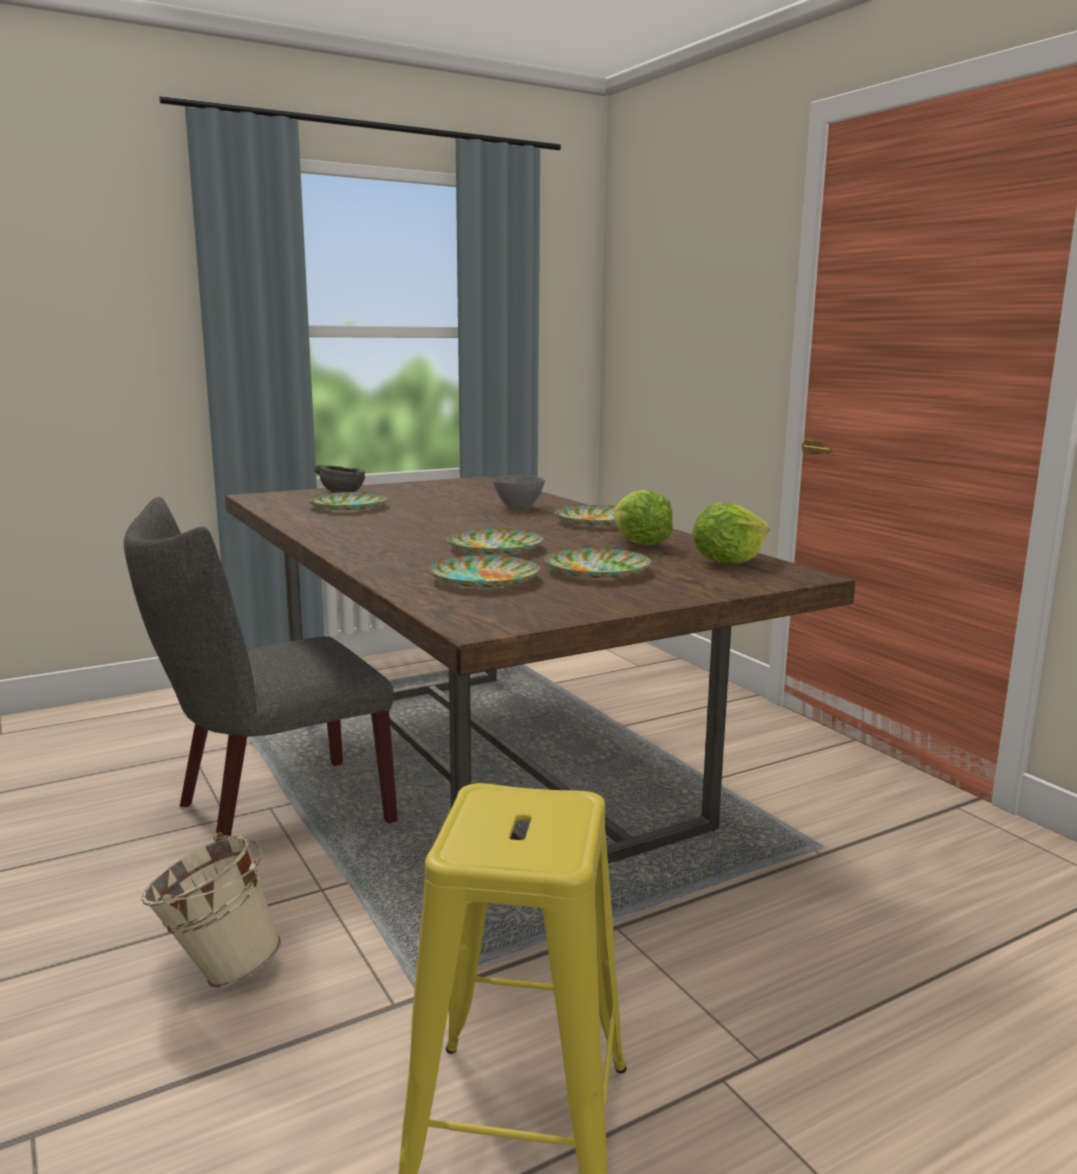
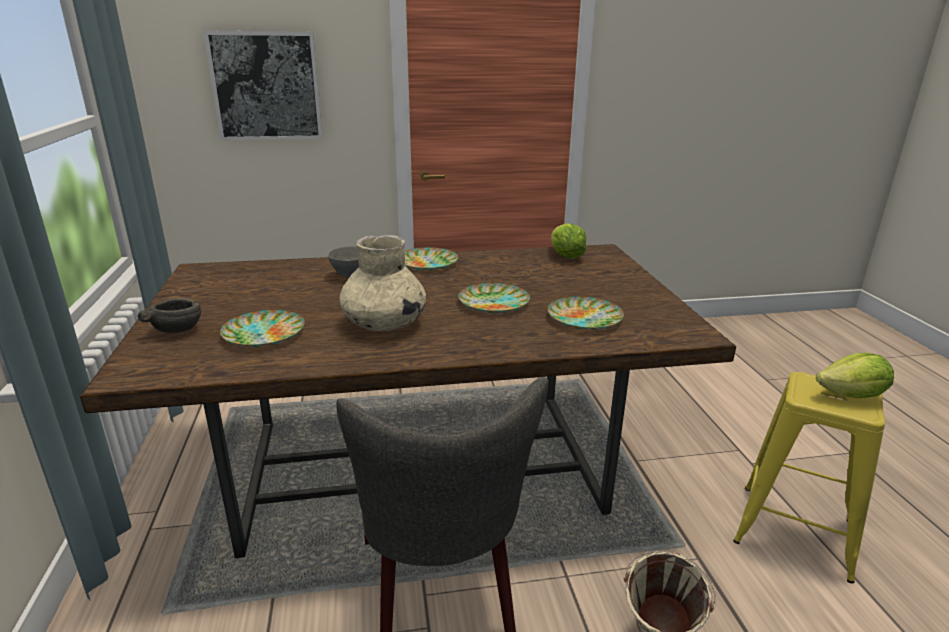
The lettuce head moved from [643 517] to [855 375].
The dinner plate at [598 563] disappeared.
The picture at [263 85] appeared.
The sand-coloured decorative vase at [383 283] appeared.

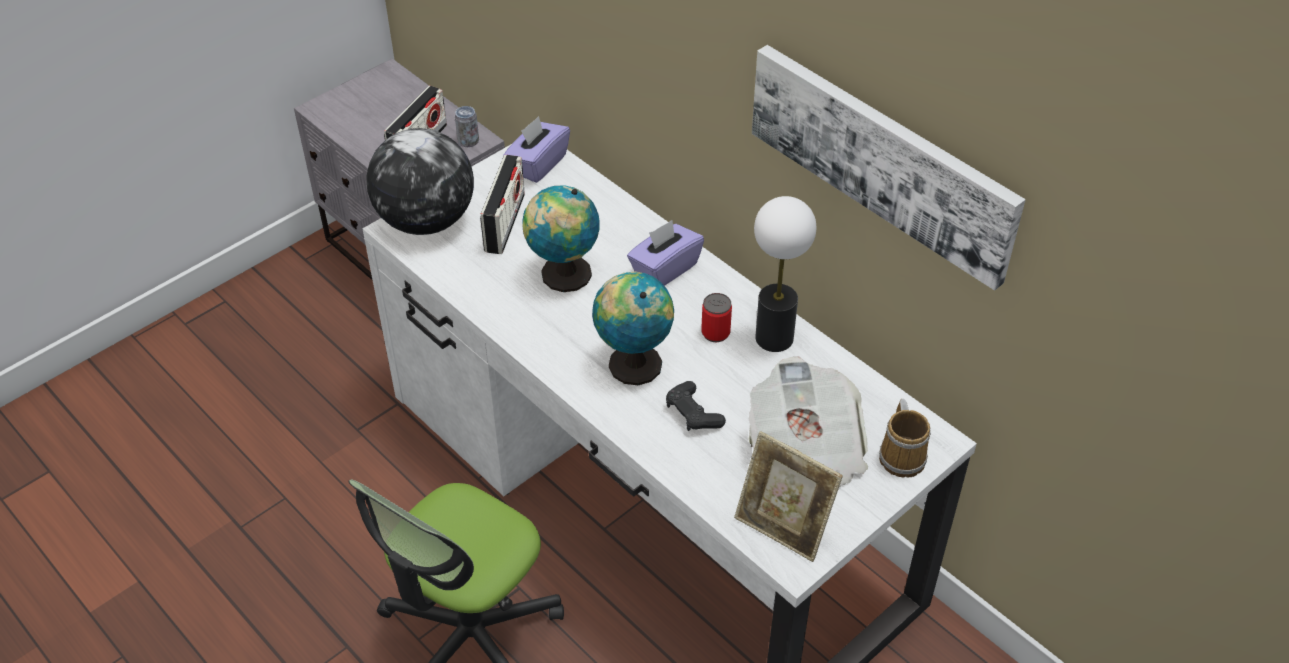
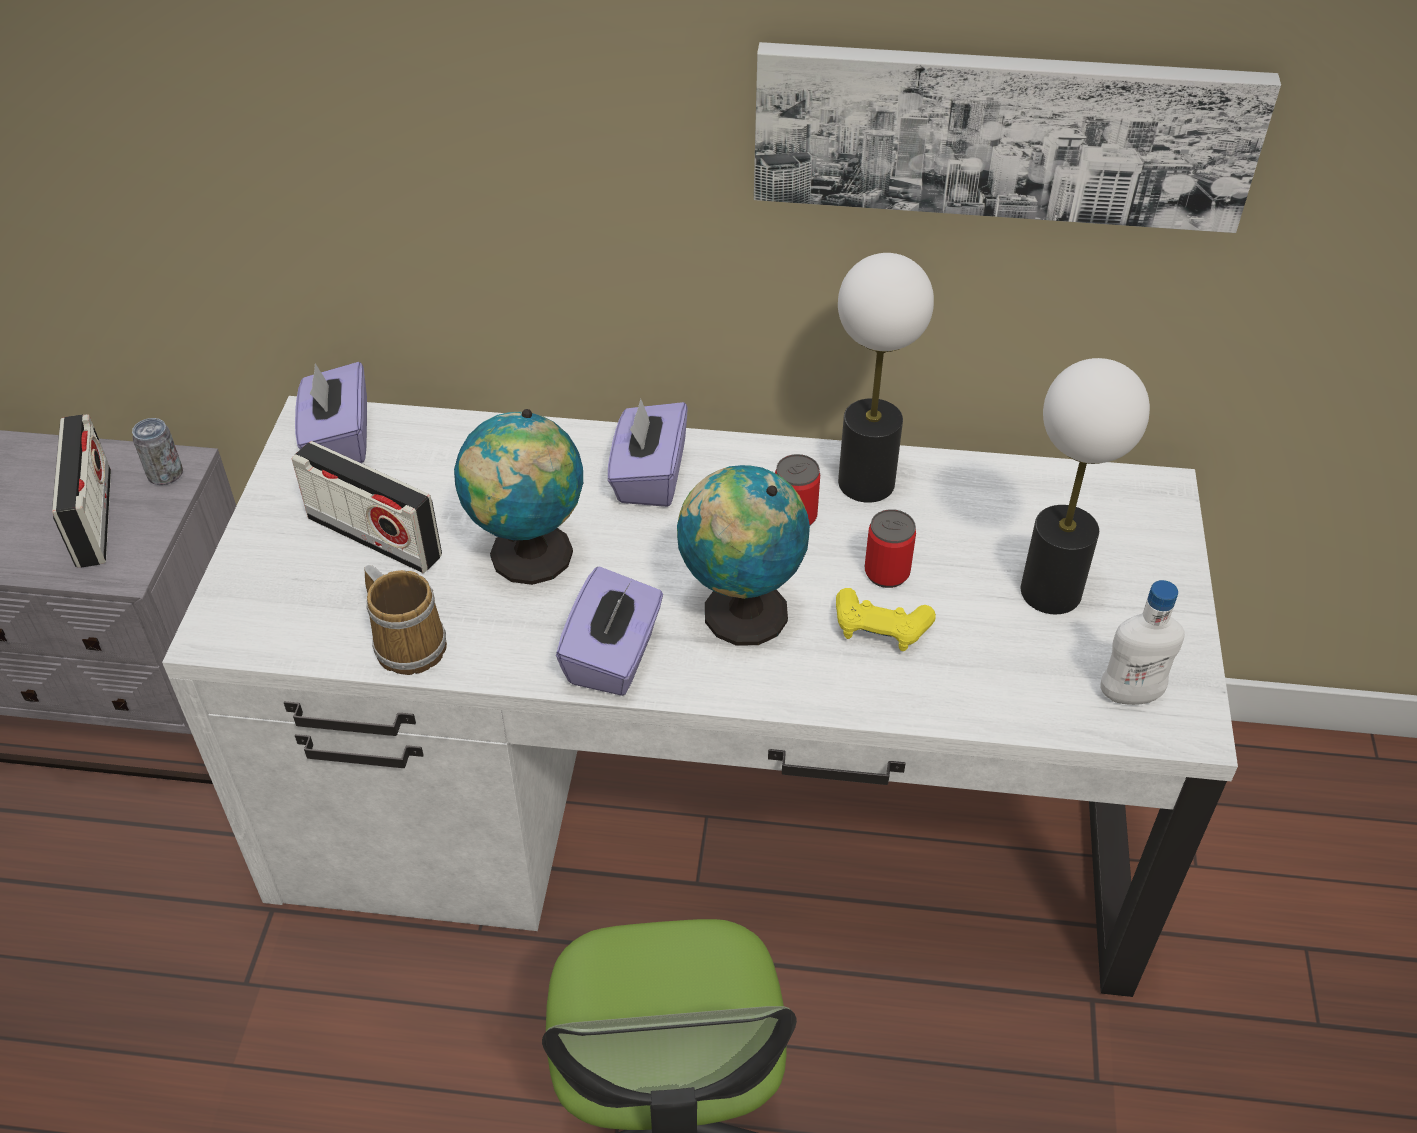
The desk globe at [420 181] disappeared.
The radio set at [502 204] turned 150 degrees clockwise.
The newspaper at [808 421] was replaced by the tabletop lamp at [1085 486].
The blackish gamepad at [696 406] became the yellow gamepad at [886 619].
The coffee mug moved from [905 438] to [405 620].
The picture frame at [788 496] was replaced by the white-coloured drink bottle at [1142 642].
The can at [890 548] appeared.
The purplish tissue box at [609 631] appeared.

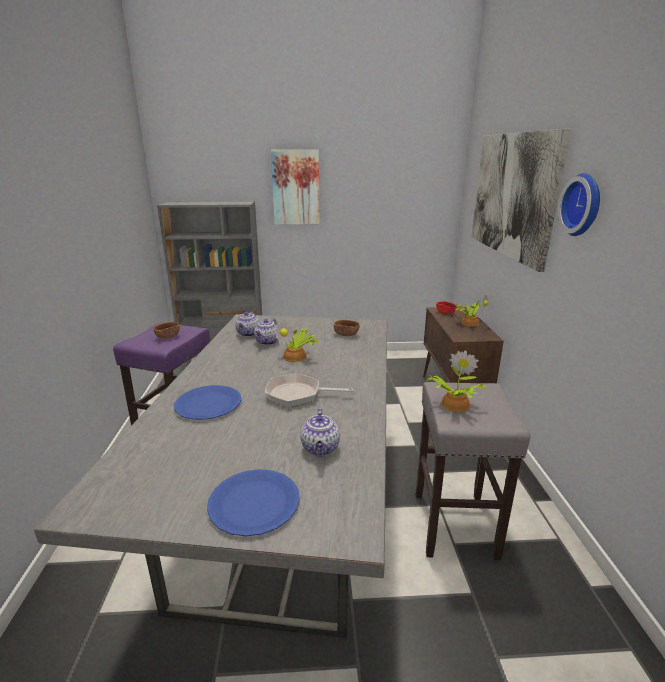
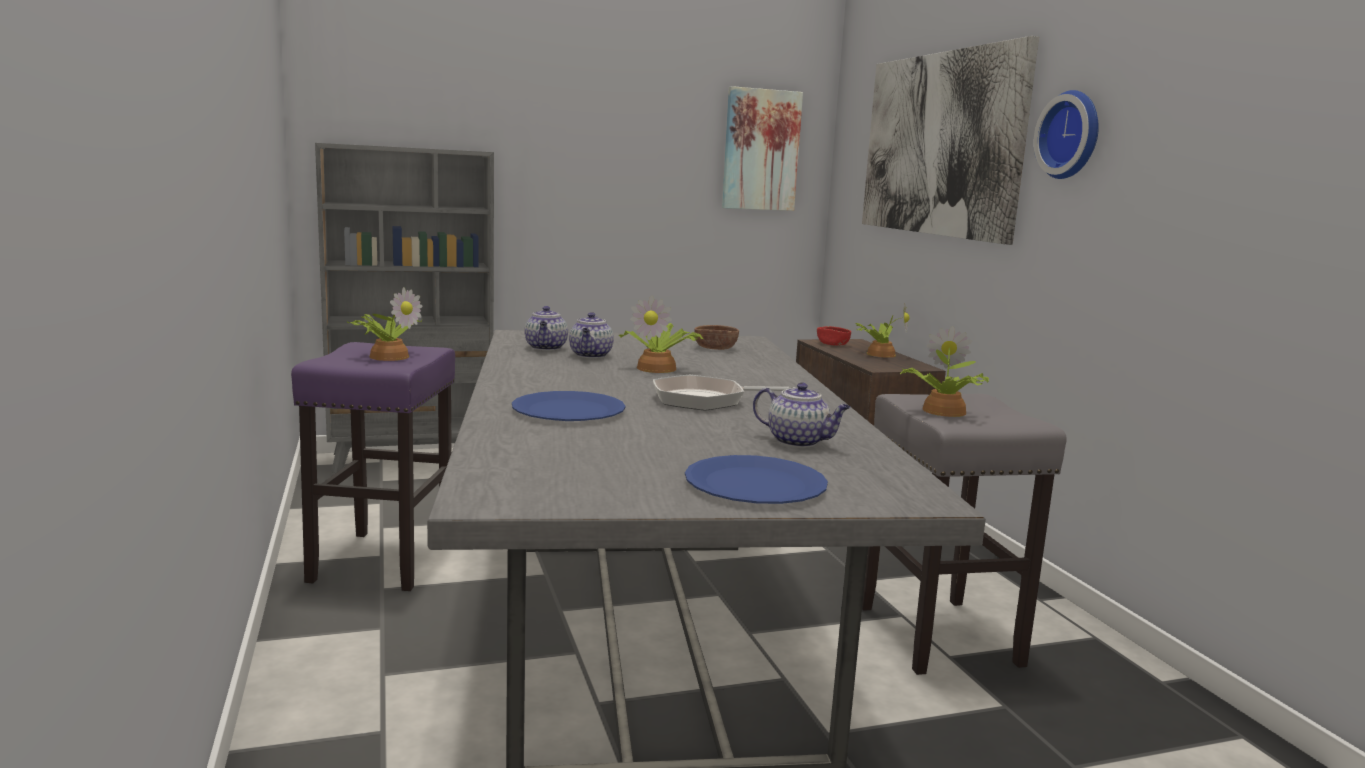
The picture moved from [295 187] to [762 148].
The brown-coloured bowl at [166 330] was replaced by the potted plant at [384 324].
The teapot at [320 432] turned 45 degrees counterclockwise.

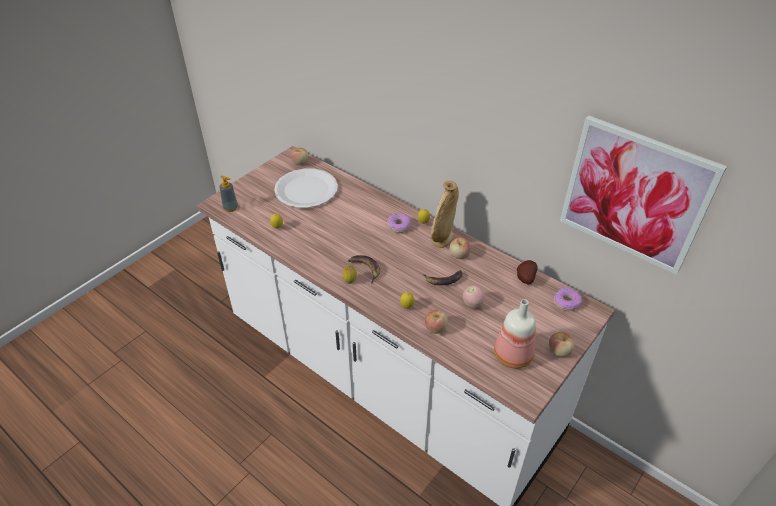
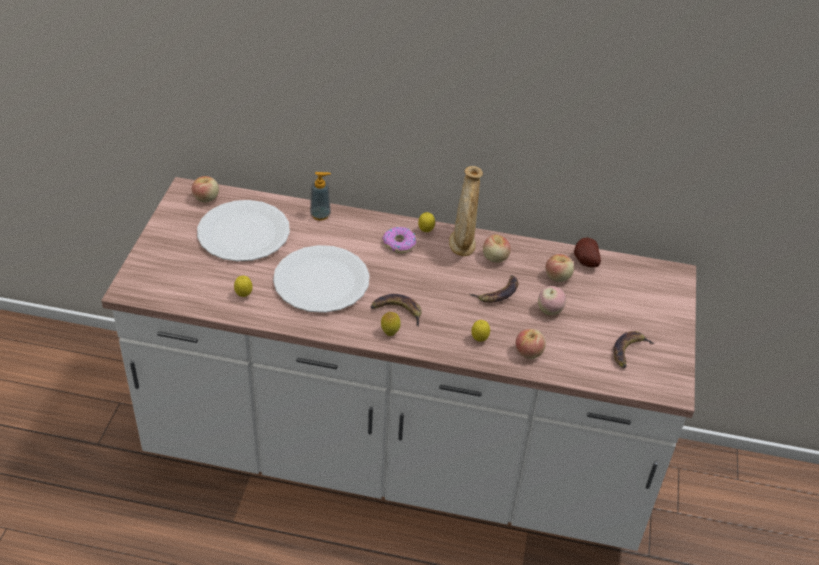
The picture at [643 195] disappeared.
The soap dispenser moved from [228 194] to [320 196].
The doughnut at [568 299] disappeared.
The drink bottle at [515 334] was replaced by the banana fruit at [634 349].
The apple fruit moved from [561 344] to [560 268].
The white-coloured dinner plate at [321 279] appeared.

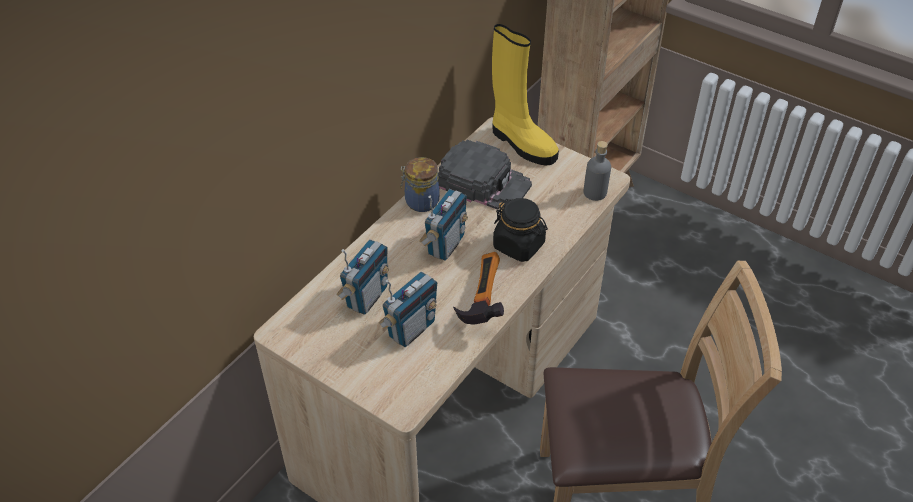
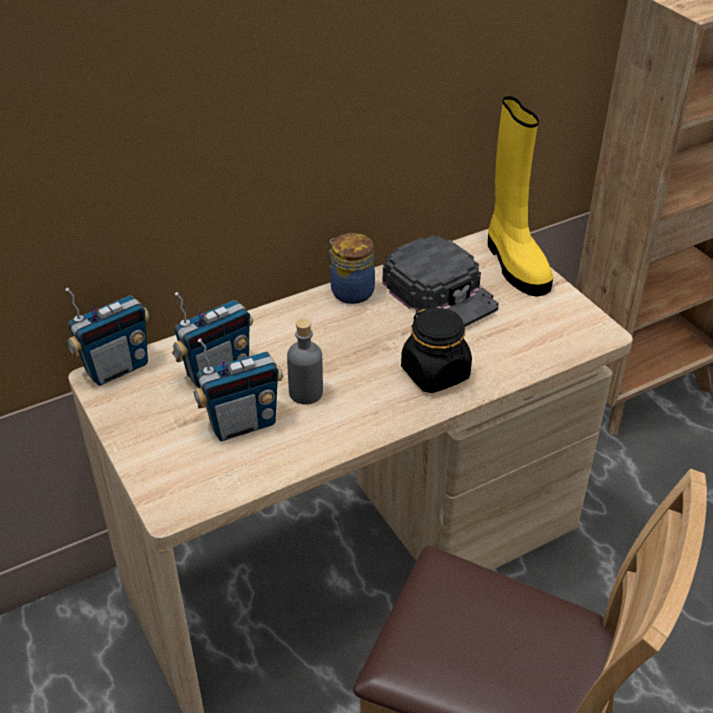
The gray drink bottle moved from [597 171] to [305 361].
The radio set moved from [443 225] to [108 337].
The hand hammer at [478 288] disappeared.

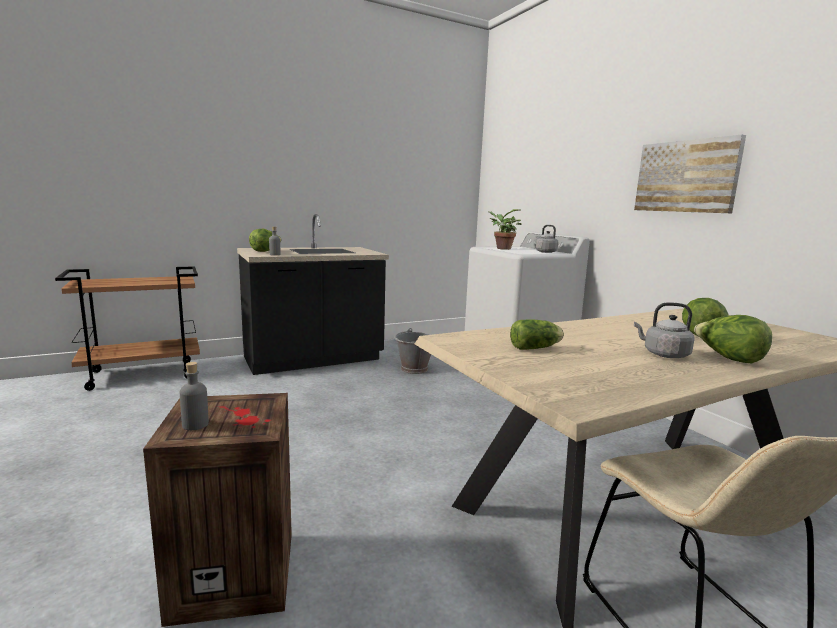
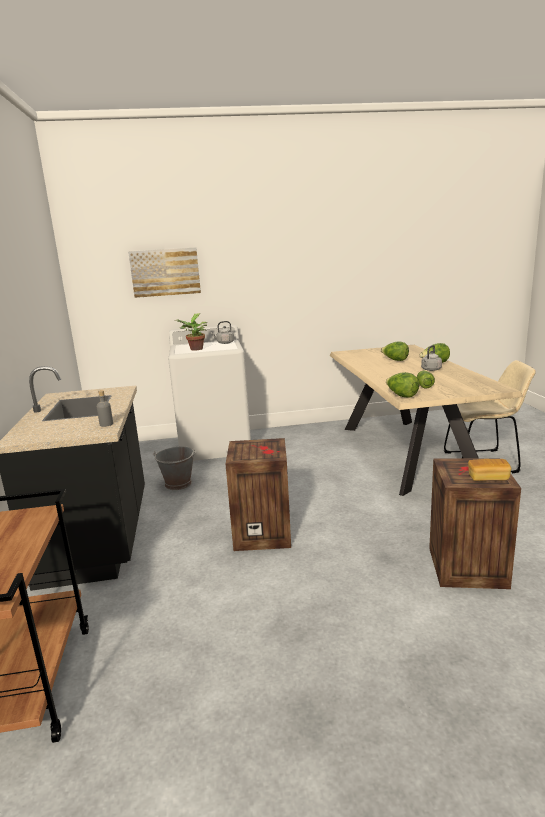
The picture moved from [690 174] to [164 272].
The lettuce head moved from [265 240] to [402 385].
The gray drink bottle at [194 396] was replaced by the bakery bread at [489 470].
The crate at [258 494] appeared.

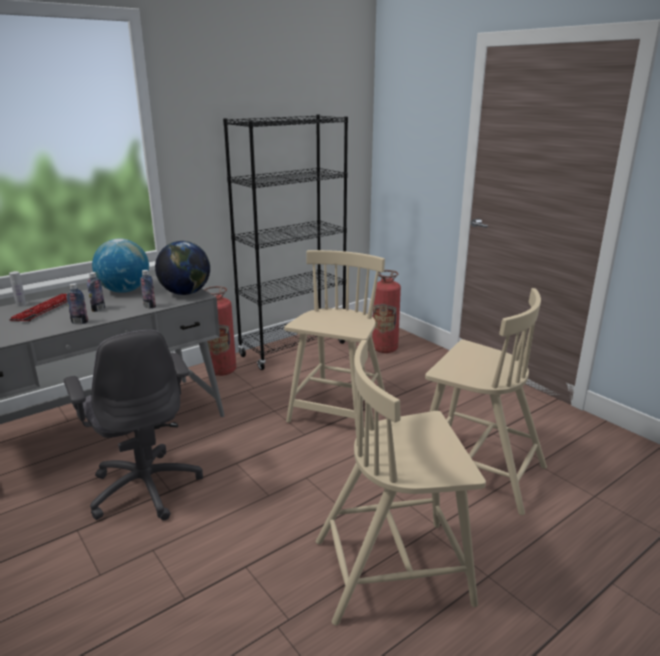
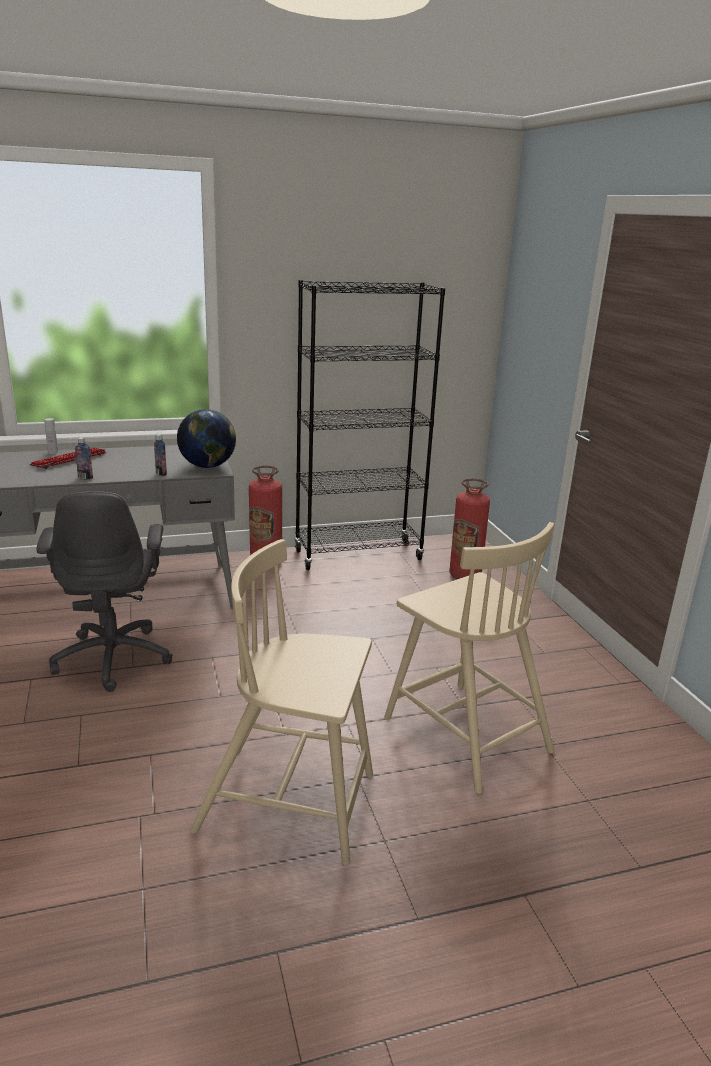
The desk globe at [120 265] disappeared.
The sand-coloured plain chair at [334 342] disappeared.
The drink bottle at [96 292] disappeared.

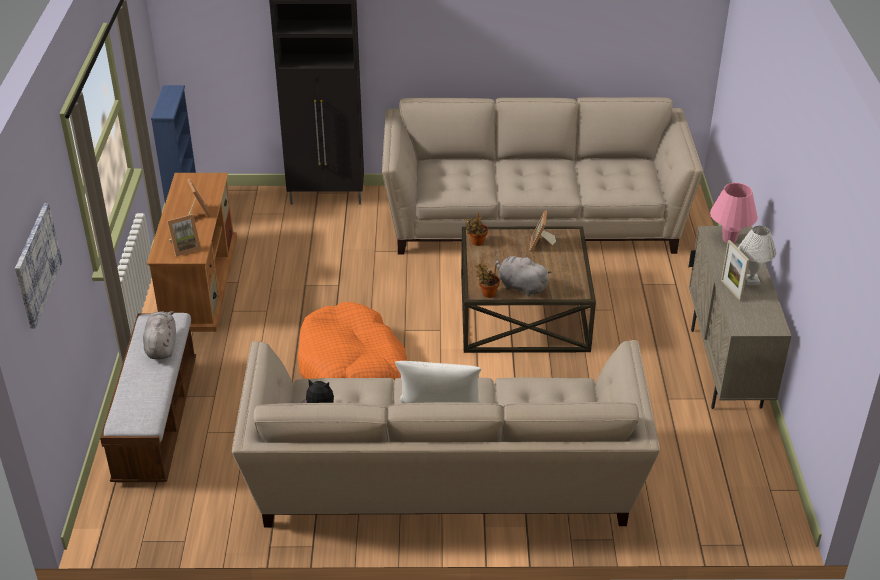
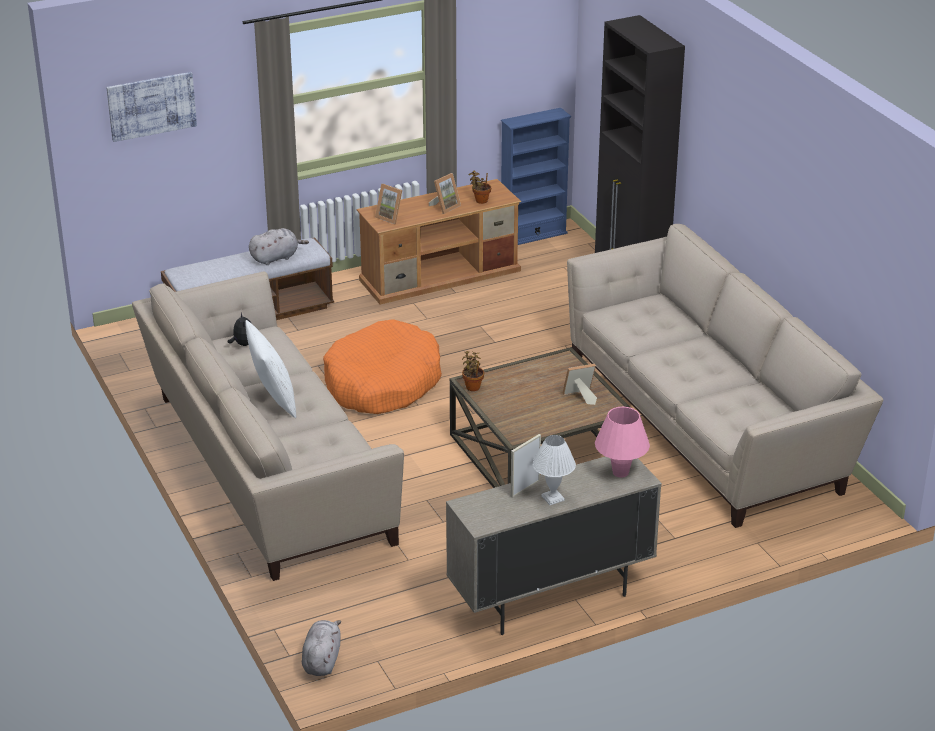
The potted plant moved from [476 229] to [480 187].
The gray plush toy moved from [523 275] to [321 648].

